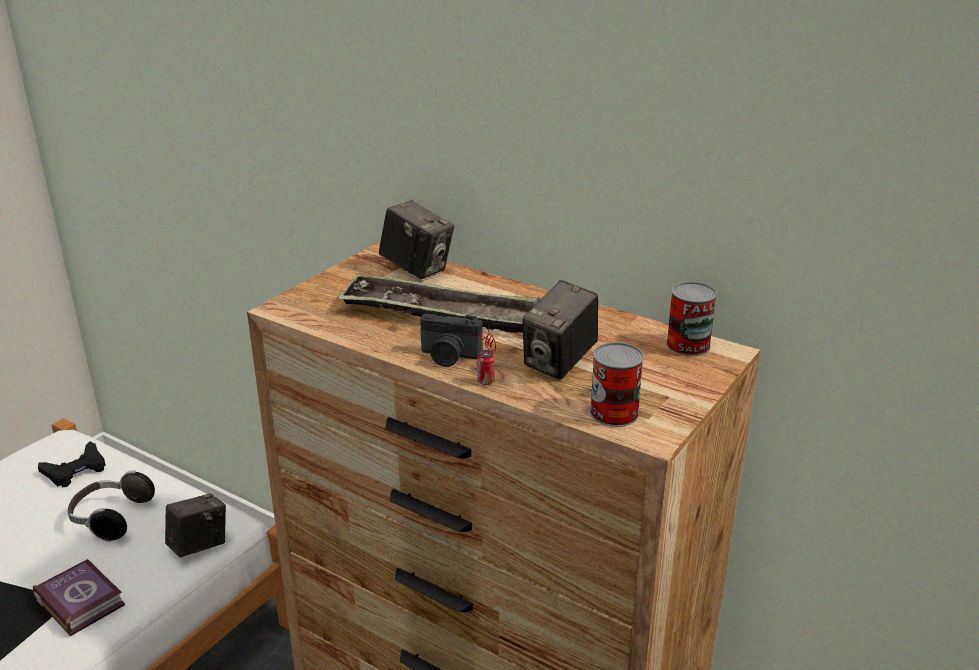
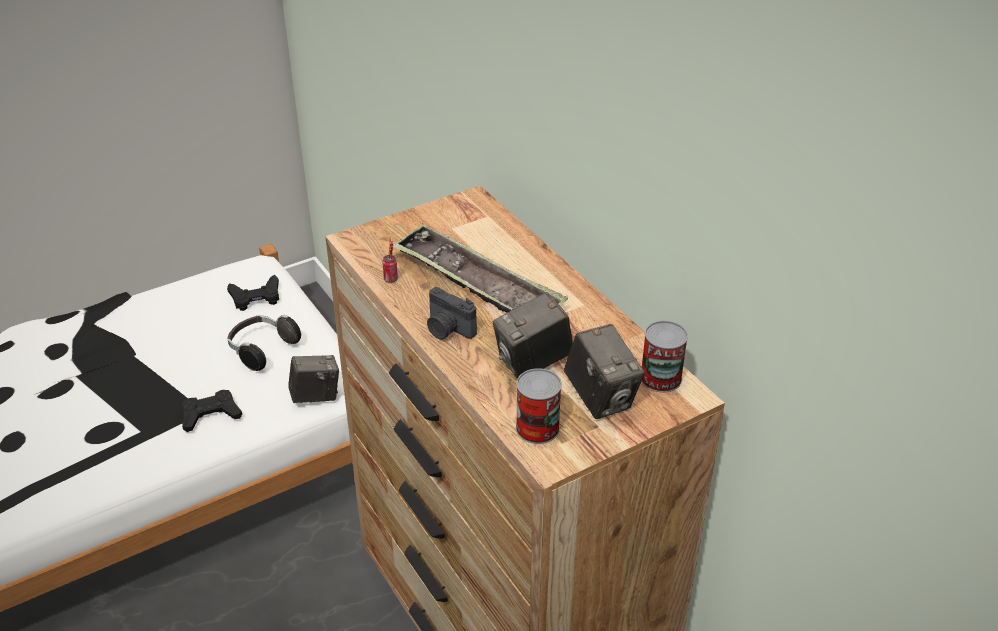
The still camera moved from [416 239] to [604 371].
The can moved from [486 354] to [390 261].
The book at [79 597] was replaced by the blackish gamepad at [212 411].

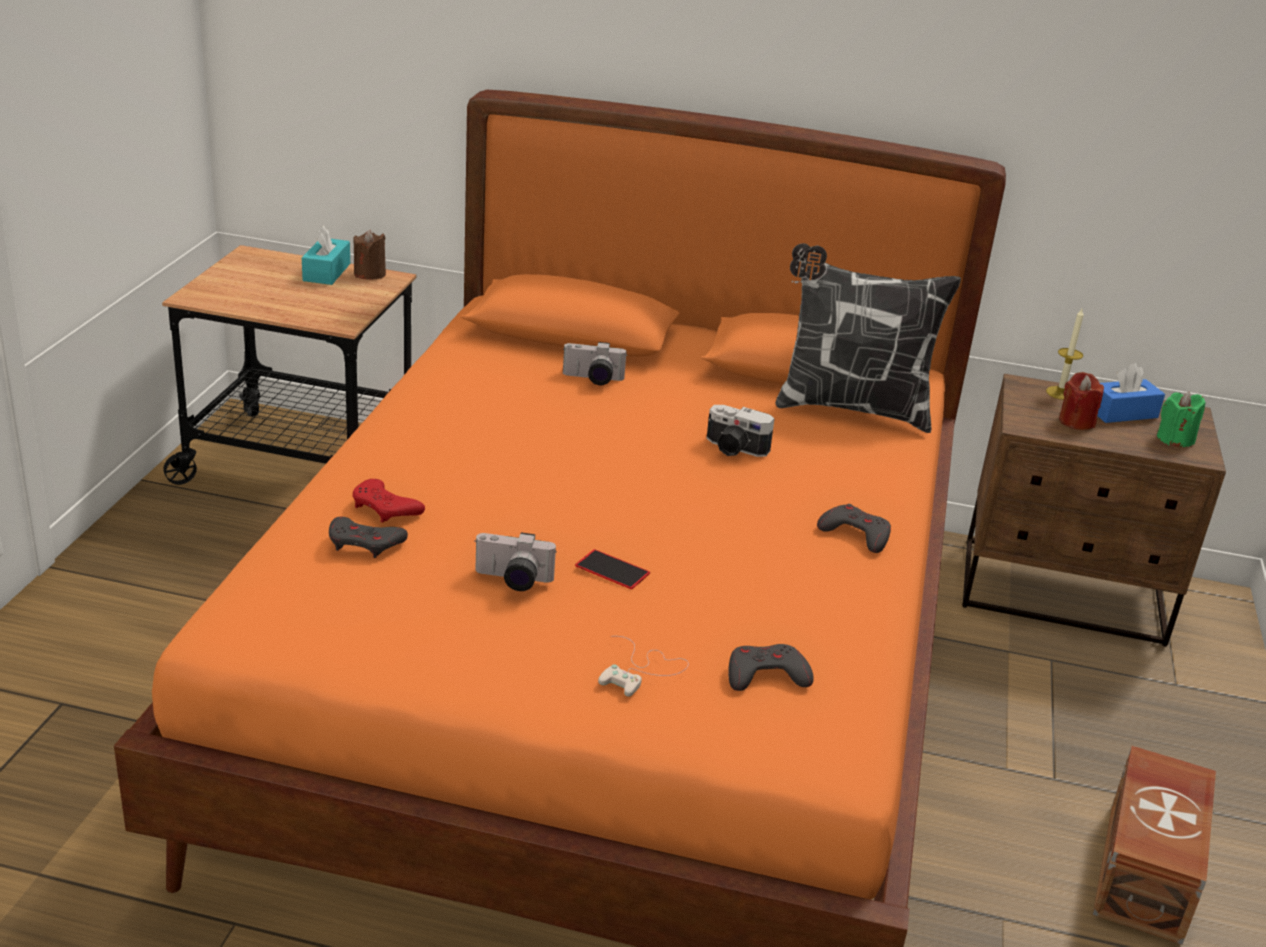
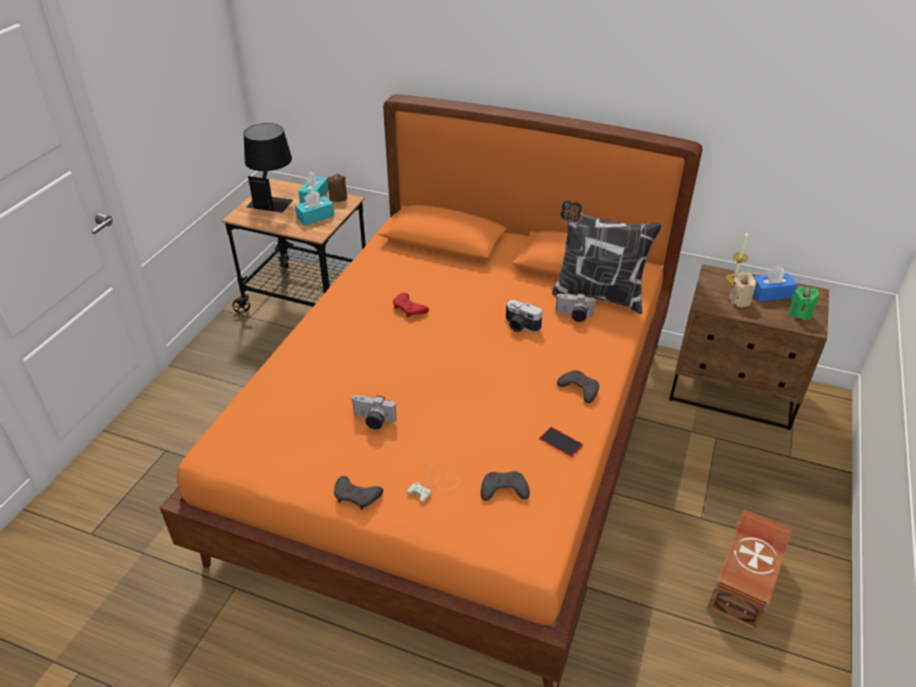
The still camera moved from [595 363] to [575 307].
The reddish candle at [1081 401] became the sand-coloured candle at [742 289].
The reddish gamepad moved from [388 501] to [411 305].
The gray gamepad moved from [368 537] to [358 493].
The telephone moved from [612 569] to [561 442].
The blackish tabletop lamp at [268 168] appeared.
The turquoise-coloured tissue box at [315 208] appeared.

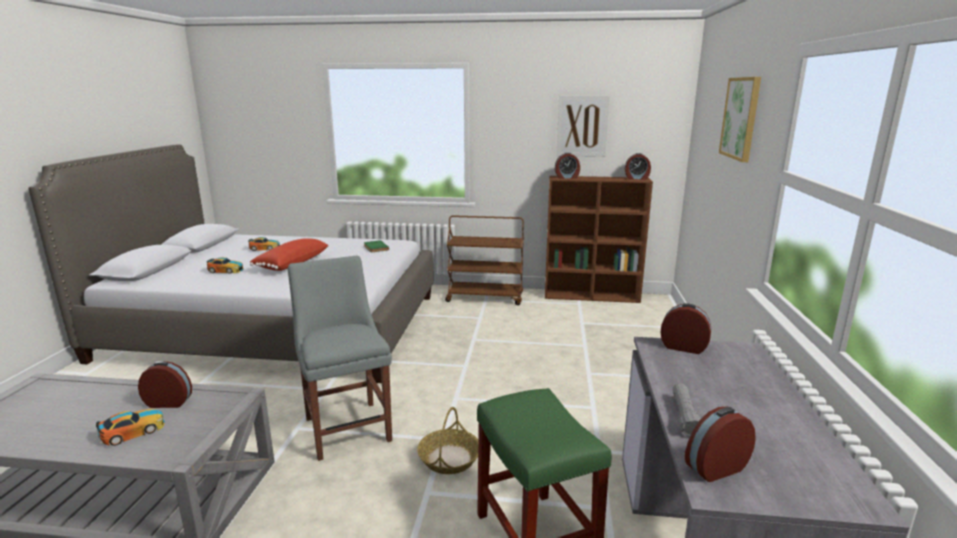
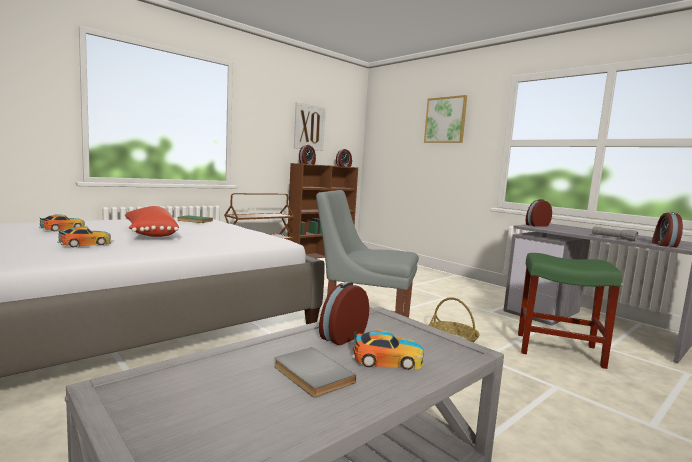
The model car at [130 427] turned 90 degrees clockwise.
The gray book at [315 372] appeared.

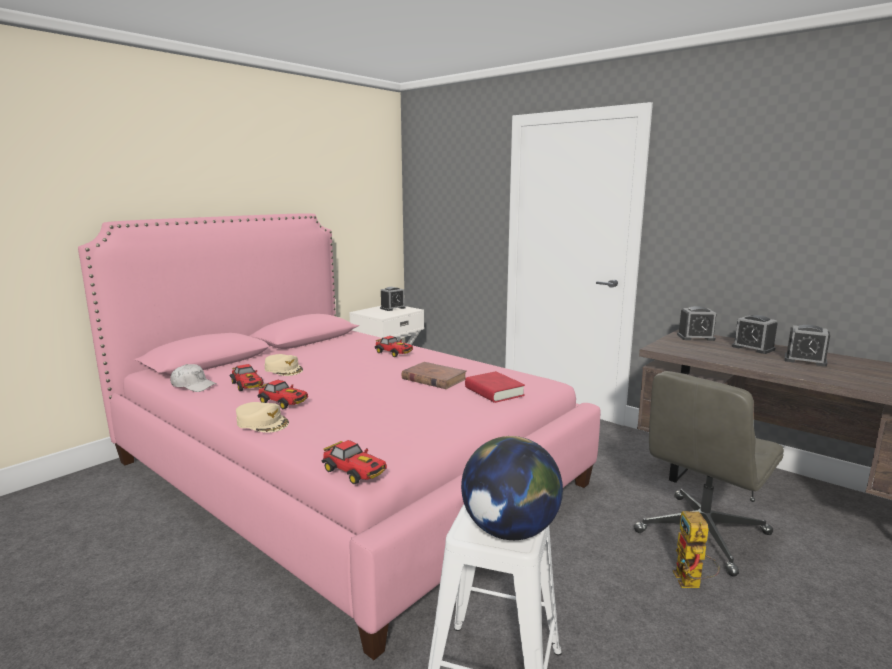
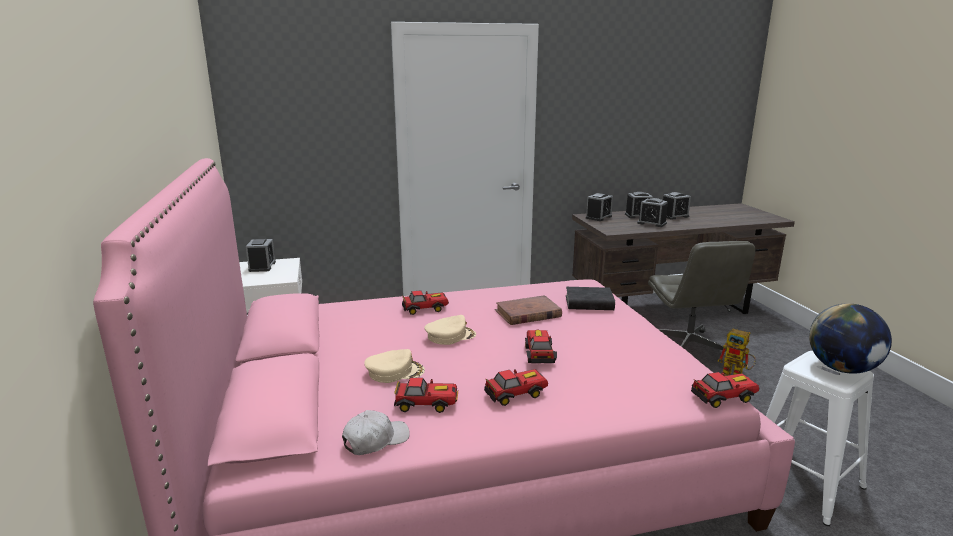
The reddish book at [495 387] became the blackish book at [590 298].
The sand-coloured peaked cap moved from [262 417] to [450 330].
The alarm clock at [652 212] appeared.
The model car at [541 346] appeared.

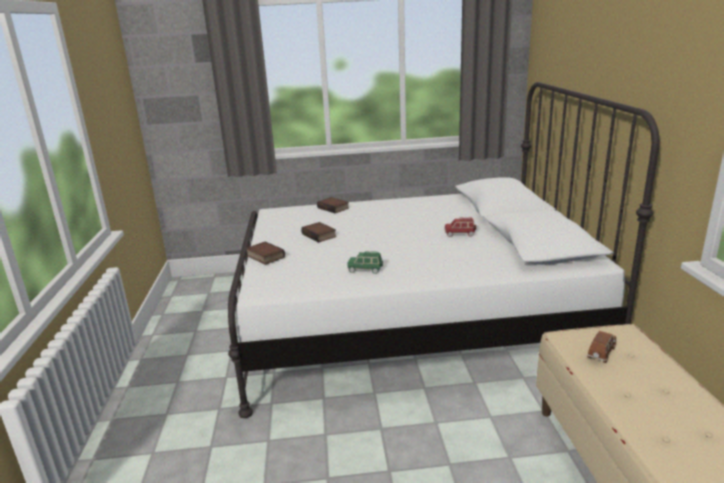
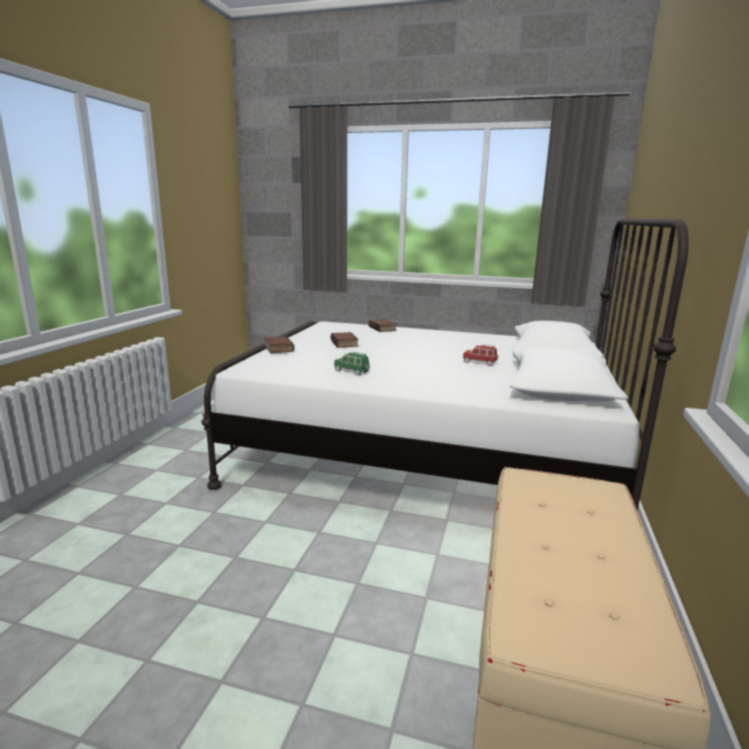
The brown-coloured model car at [602 347] disappeared.

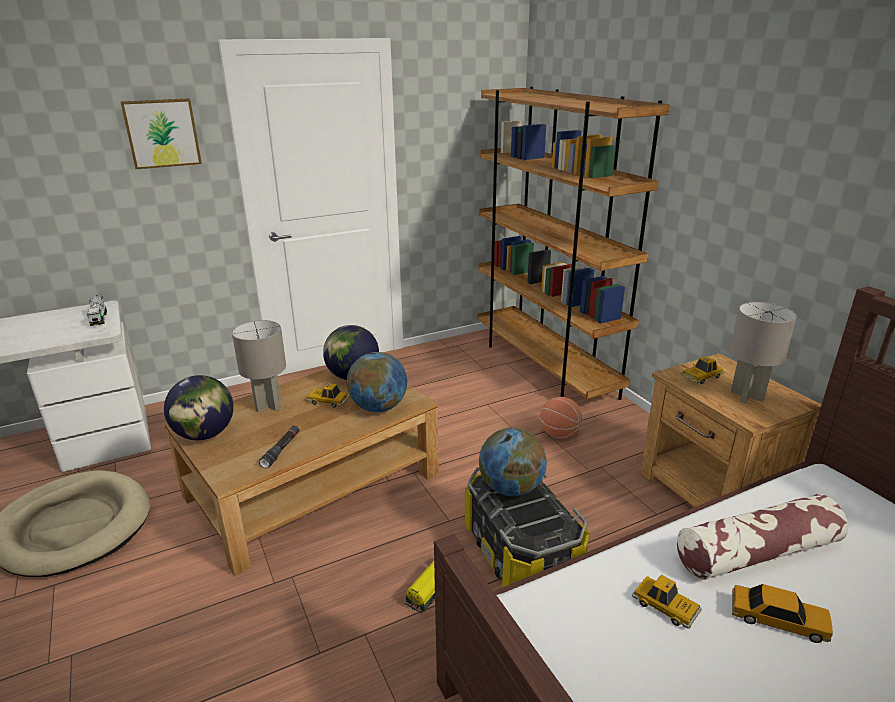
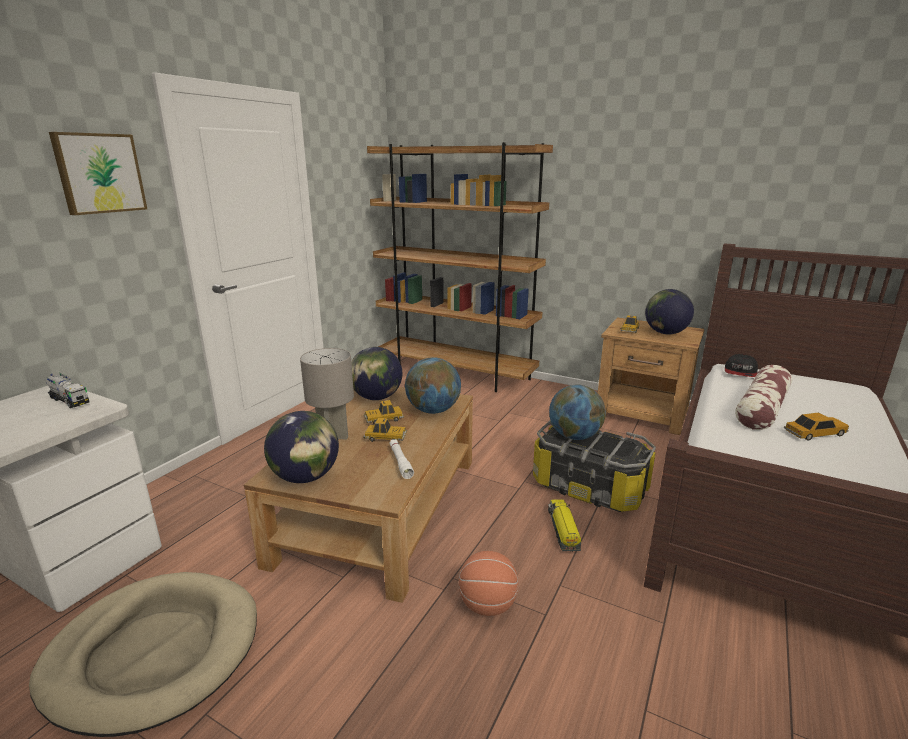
The gray tabletop lamp at [763 352] was replaced by the desk globe at [669 311].
The basketball ball moved from [561 418] to [488 583].
The blackish hand torch at [279 446] became the white-coloured hand torch at [401 459].
The model car moved from [667 602] to [385 430].
The peaked cap at [741 365] appeared.

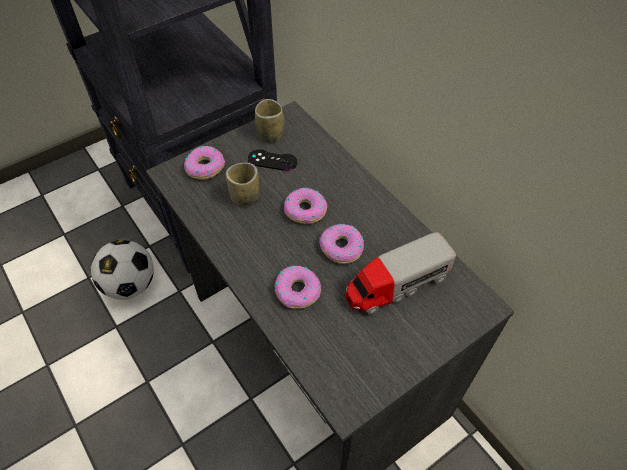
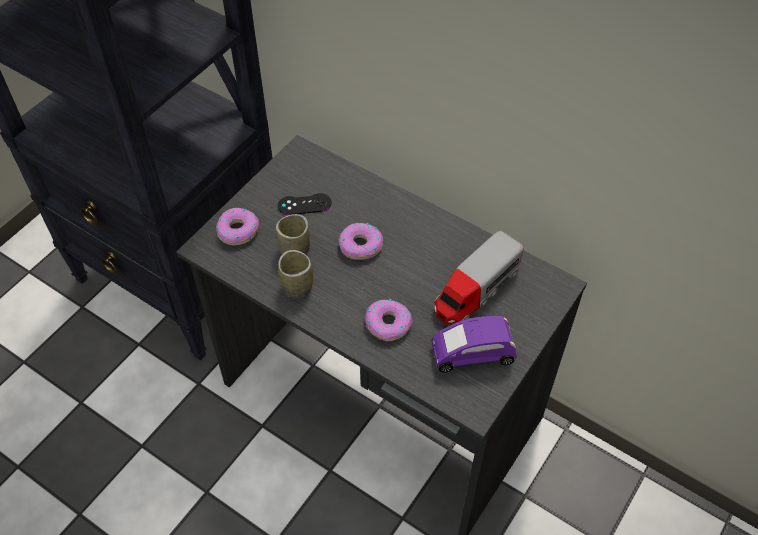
The small cup moved from [269 121] to [295 274].
The doughnut at [341 244] disappeared.
The football ball at [122 270] disappeared.
The purplish model car at [474 344] appeared.

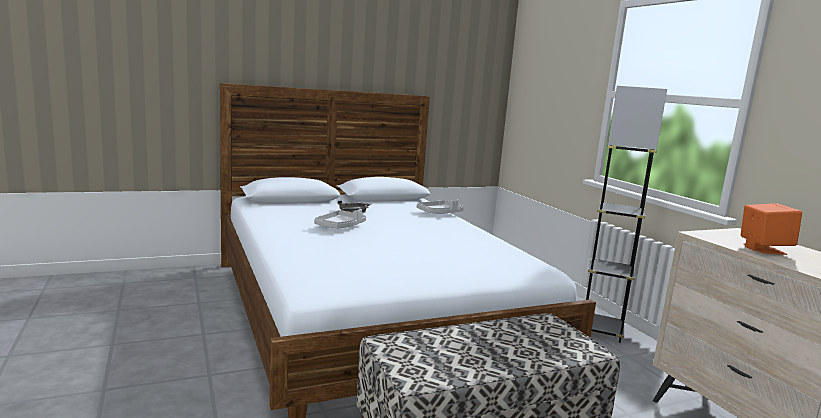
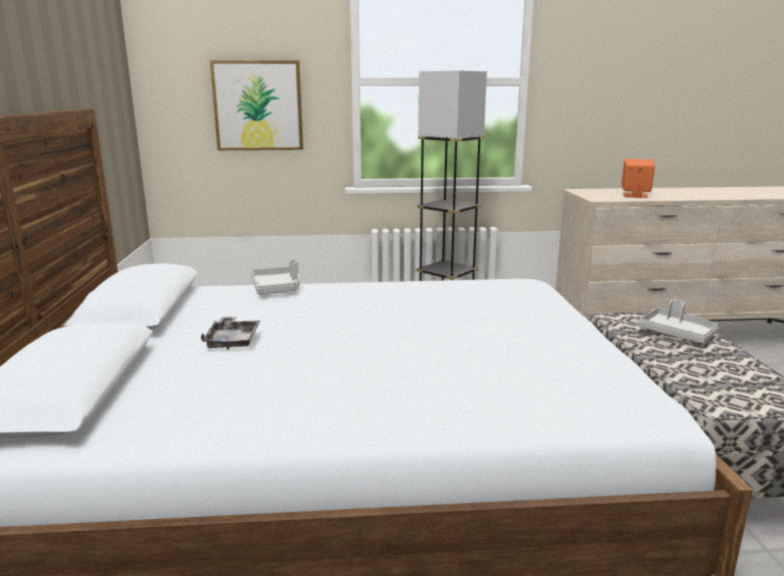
The gray serving tray moved from [340 219] to [678 321].
The picture at [256 105] appeared.

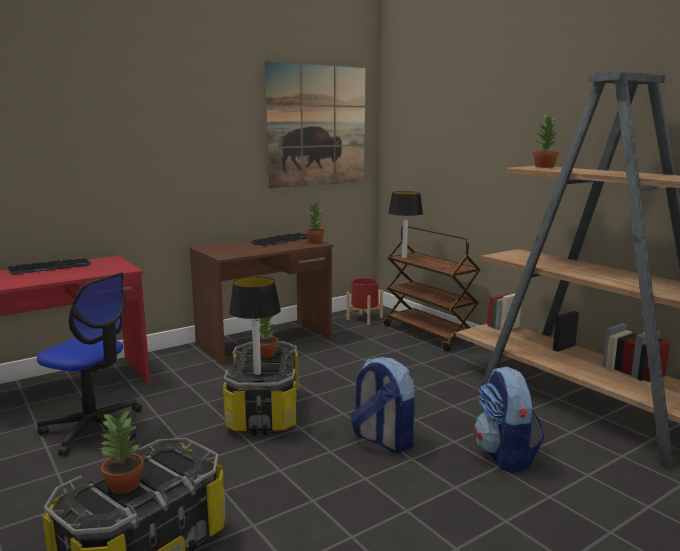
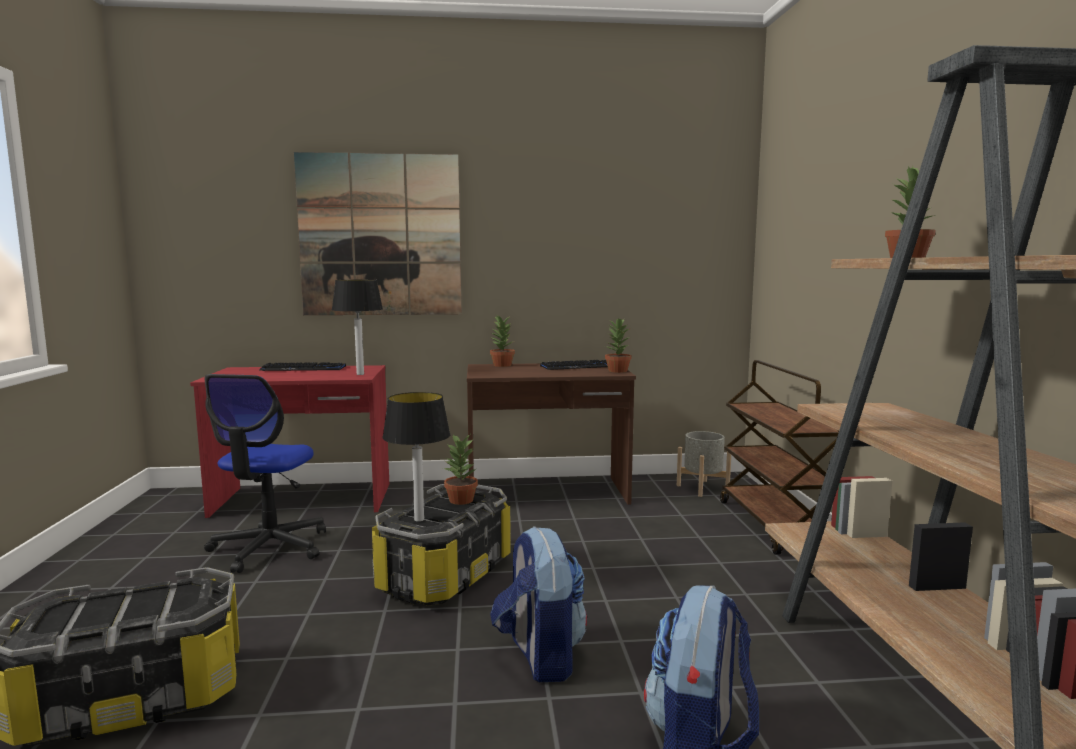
The picture moved from [315 124] to [377 233].
The tabletop lamp moved from [405 225] to [357 327].
The computer chair at [89 364] turned 45 degrees clockwise.
The reddish planter at [365 301] became the gray planter at [704 464].
The potted plant moved from [121 451] to [502 341].

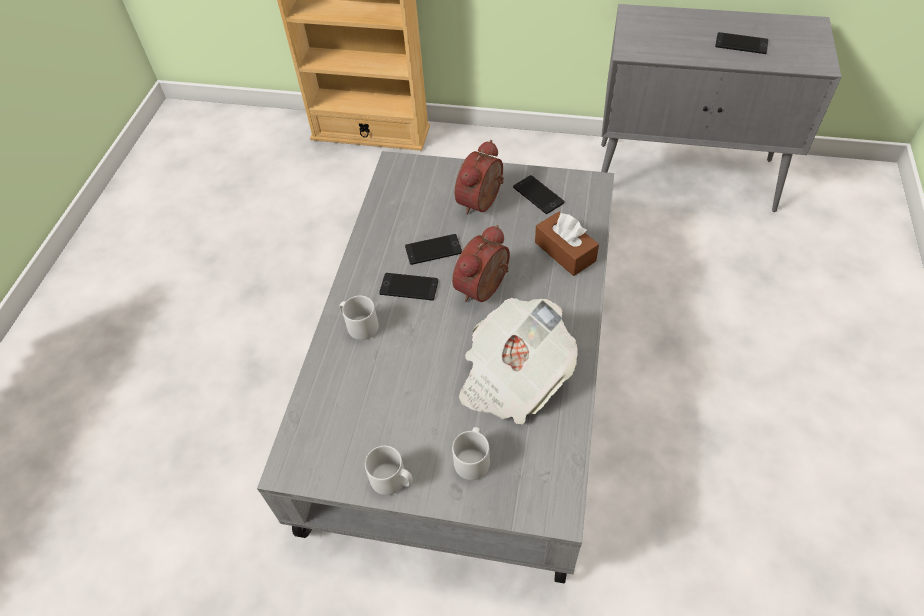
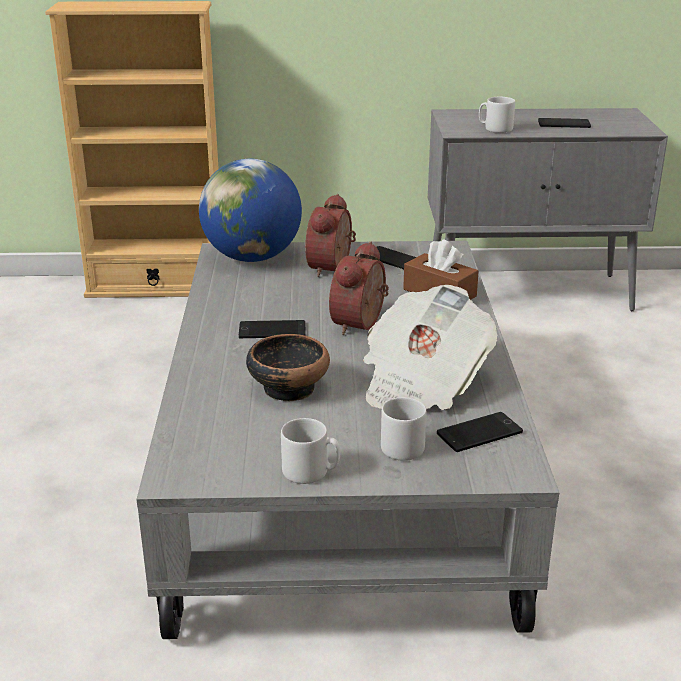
The telephone moved from [433 249] to [480 432].
The gray coffee mug moved from [359 318] to [497 115].
The desk globe at [250 210] appeared.
The bowl at [288 367] appeared.

